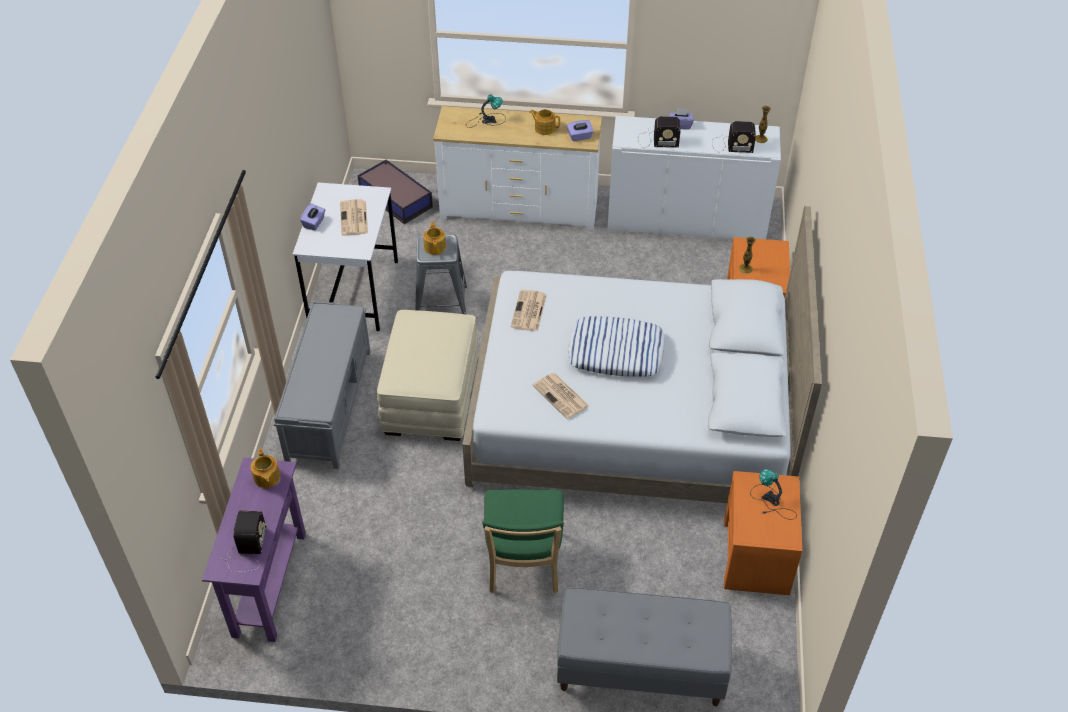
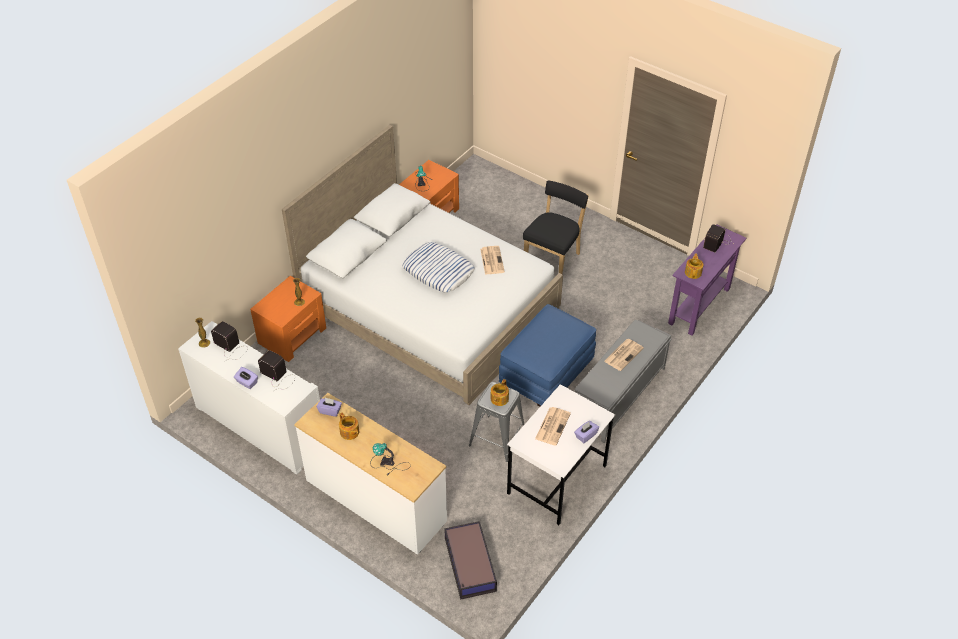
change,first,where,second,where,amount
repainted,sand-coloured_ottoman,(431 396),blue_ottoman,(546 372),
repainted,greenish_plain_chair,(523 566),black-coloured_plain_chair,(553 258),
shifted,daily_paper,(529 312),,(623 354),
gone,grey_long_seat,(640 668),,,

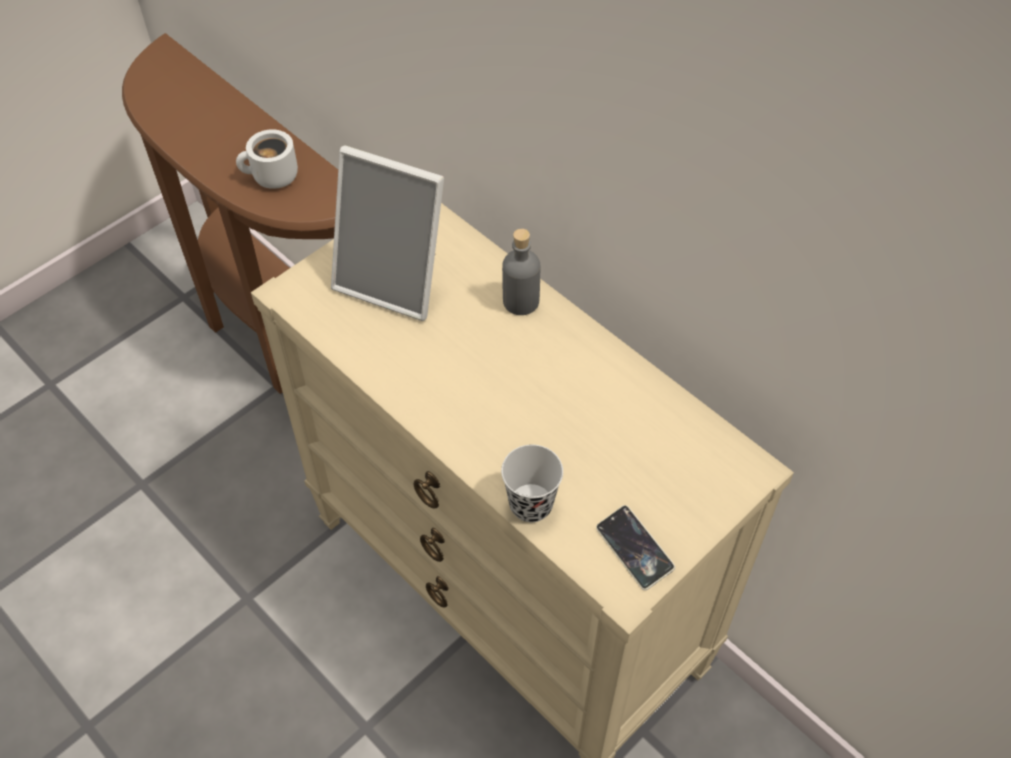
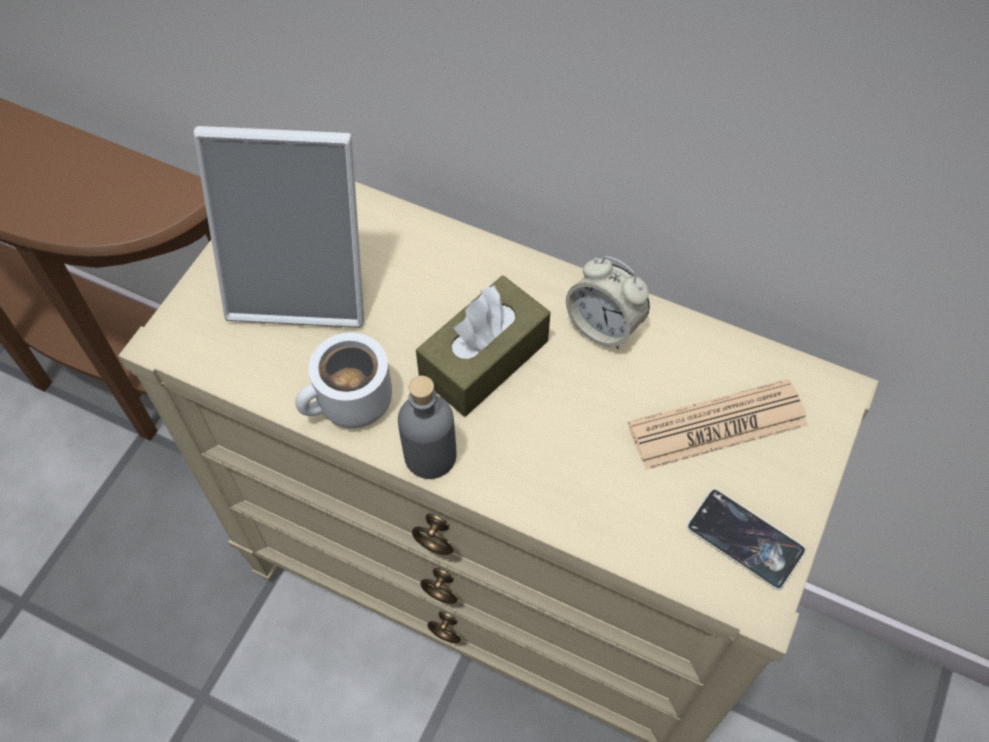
change,first,where,second,where,amount
shifted,white_mug,(271 178),,(350 406),
shifted,grey_drink_bottle,(520 301),,(430 455),
new,,,brown_tissue_box,(484 359),
new,,,table_clock,(604 326),
new,,,daily_paper,(717 425),
gone,black-coloured_small_cup,(531 504),,,

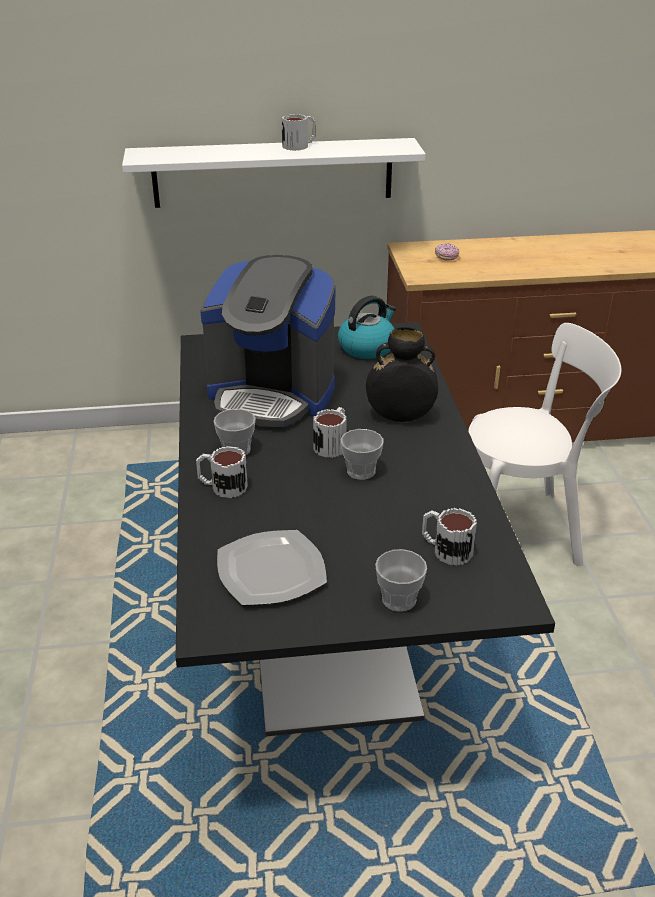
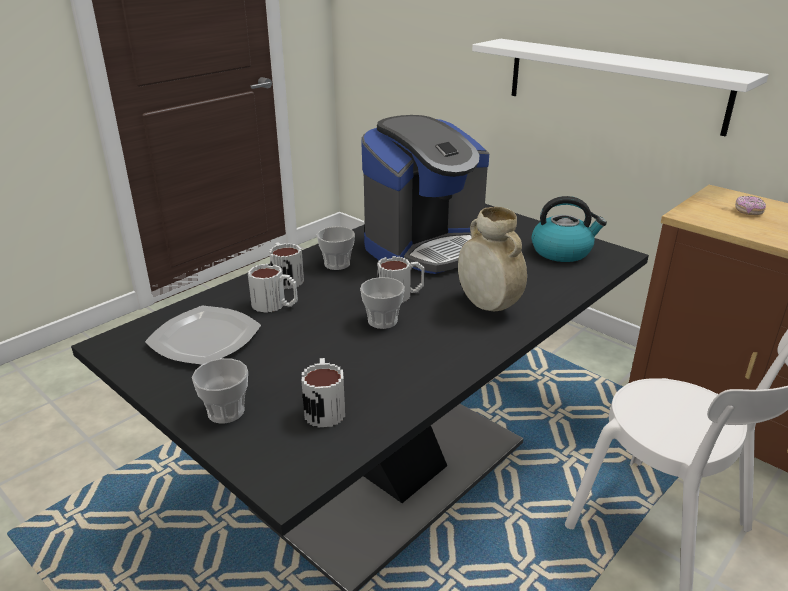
change,first,where,second,where,amount
shifted,mug,(300 145),,(275 305),
rotated,coffee_maker,(272 395),,(426 247),105 degrees counterclockwise
repainted,black-coloured_flower_vase,(400 417),sand-coloured_flower_vase,(487 305),

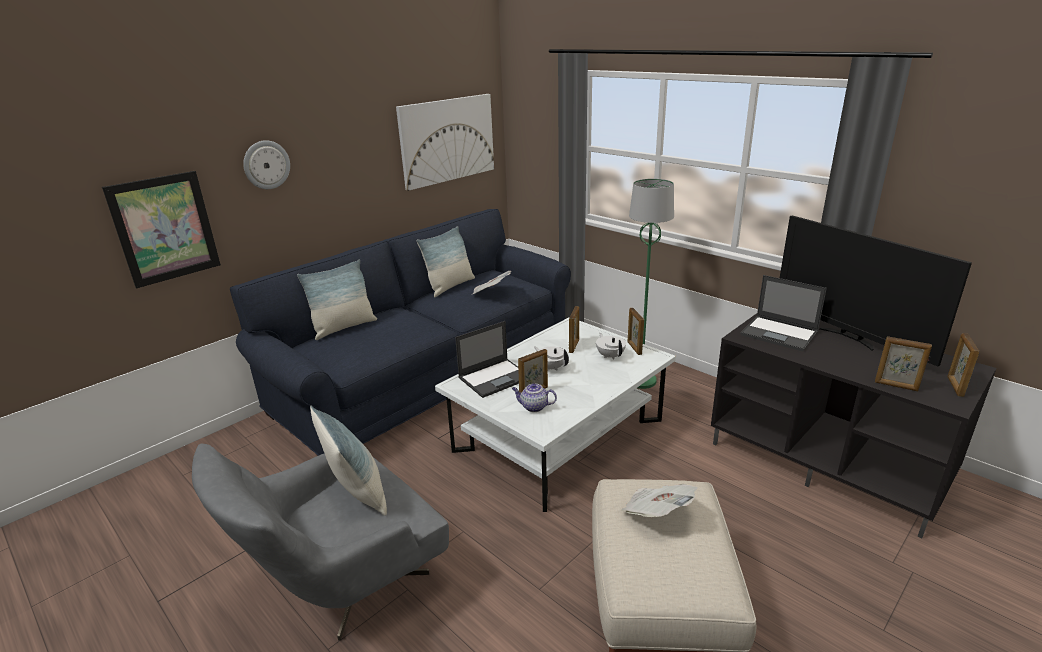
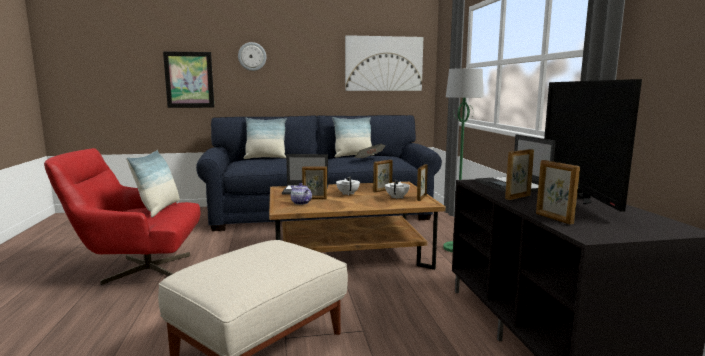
change,first,where,second,where,amount
repainted,grey_easy_chair,(344 588),red-coloured_easy_chair,(136 269),
repainted,white_lounge_table,(559 435),brown_lounge_table,(350 254),
shifted,picture_frame,(955 386),,(517 197),
gone,daily_paper,(657 513),,,

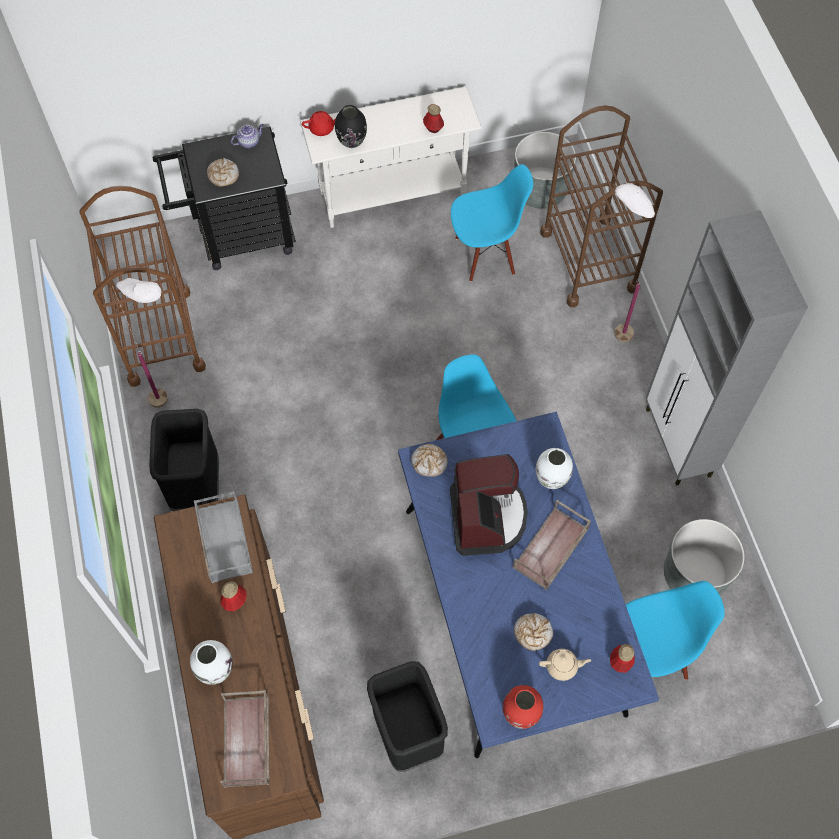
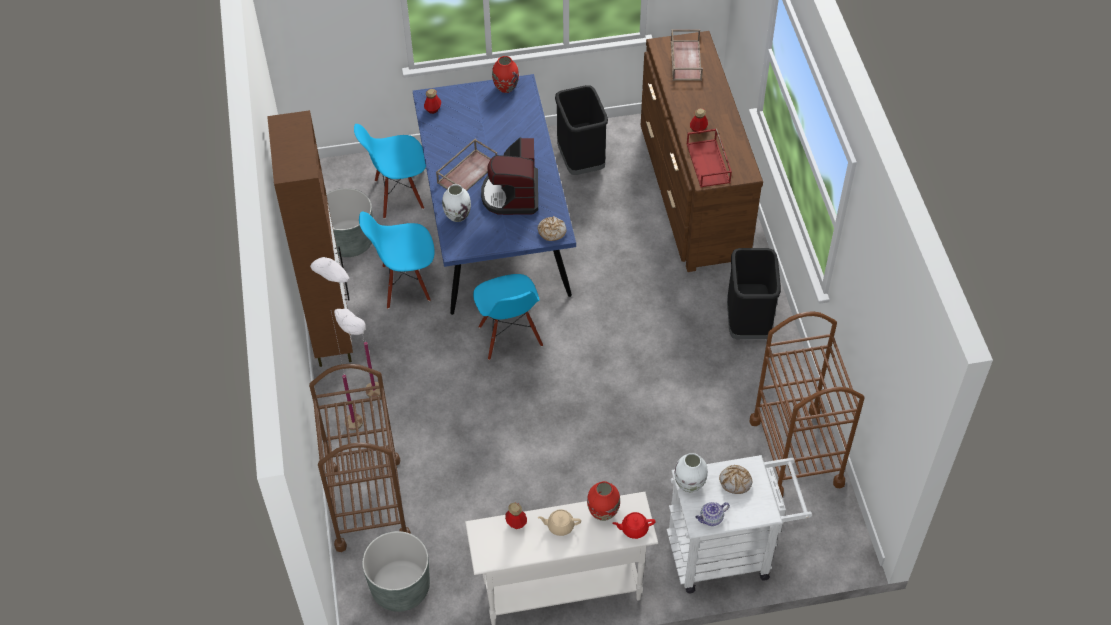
change,first,where,second,where,amount
repainted,grey_storage_cabinet,(678 444),brown_storage_cabinet,(332 332),
shifted,white_standard_lamp,(175 404),,(360 390),
shifted,blue_plain_chair,(485 254),,(405 284),
shifted,sand-coloured_teapot,(562 666),,(560 526),
repainted,black-coloured_flower_vase,(352 141),red-coloured_flower_vase,(603 512),
repainted,black-coloured_cart,(237 237),white_cart,(728 552),
shifted,white_flower_vase,(215 669),,(690 484),
repainted,grey_serving_tray,(223 540),red-coloured_serving_tray,(709 163),
gone,bakery_bread,(532 633),,,

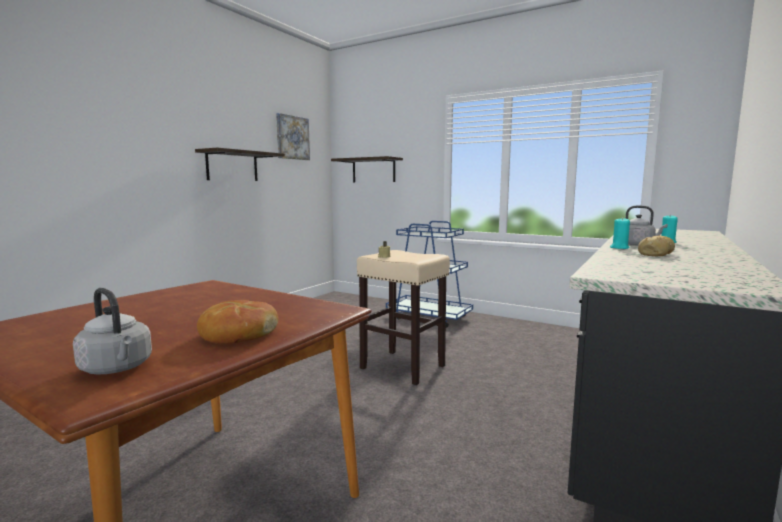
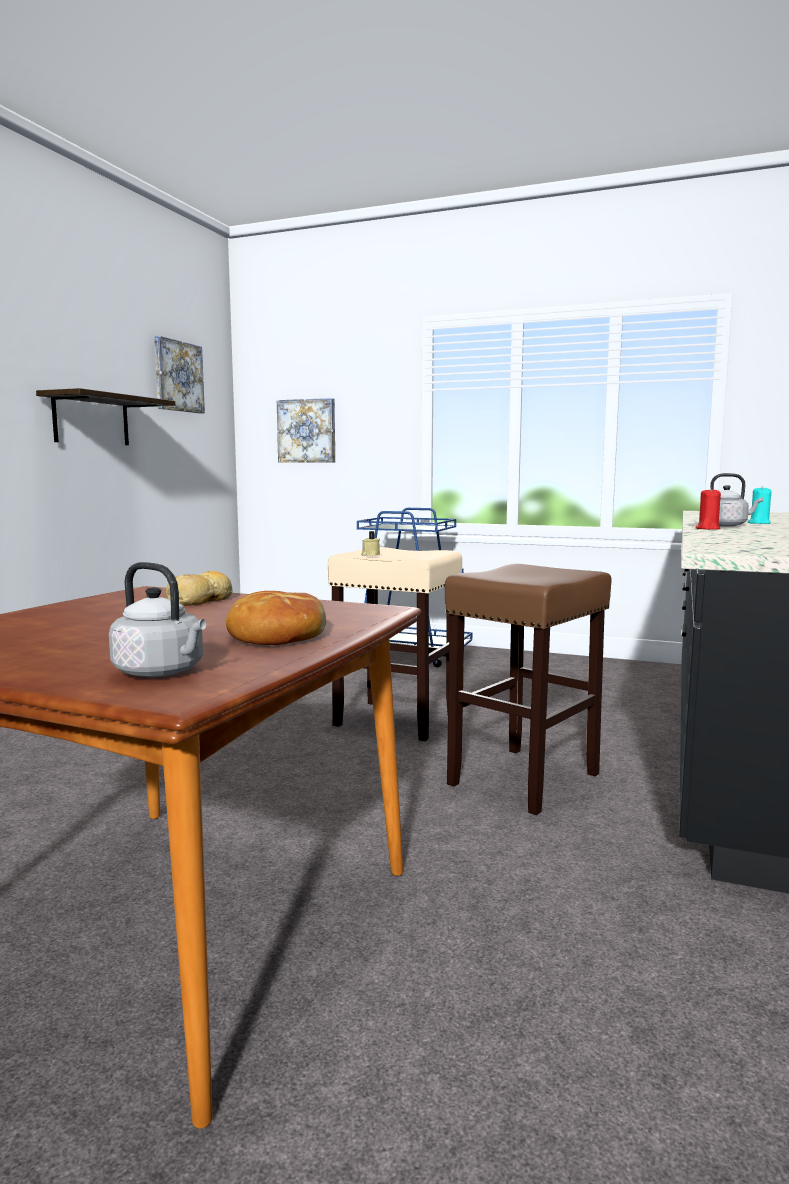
change,first,where,second,where,amount
shifted,bakery_bread,(656 253),,(202 600),
swapped,bracket_shelf,(373 170),picture,(307 431),
new,,,brown_stool_seat,(523 780),
repainted,turquoise-coloured_candle,(619 248),red-coloured_candle,(707 529),

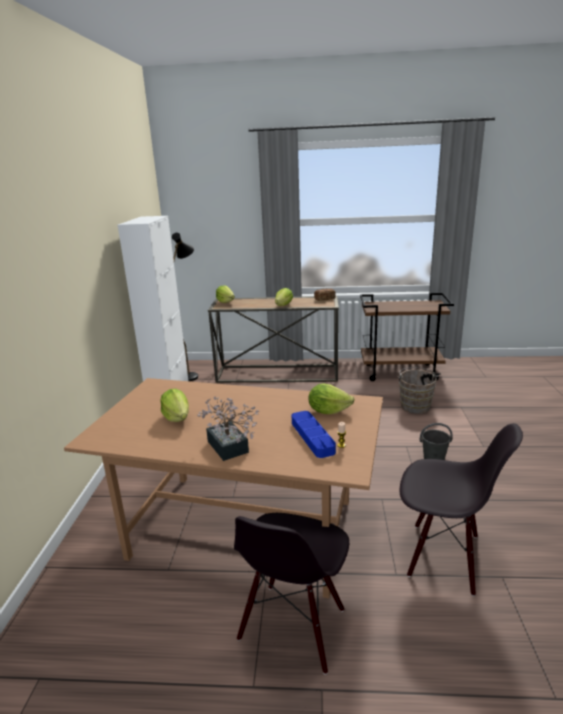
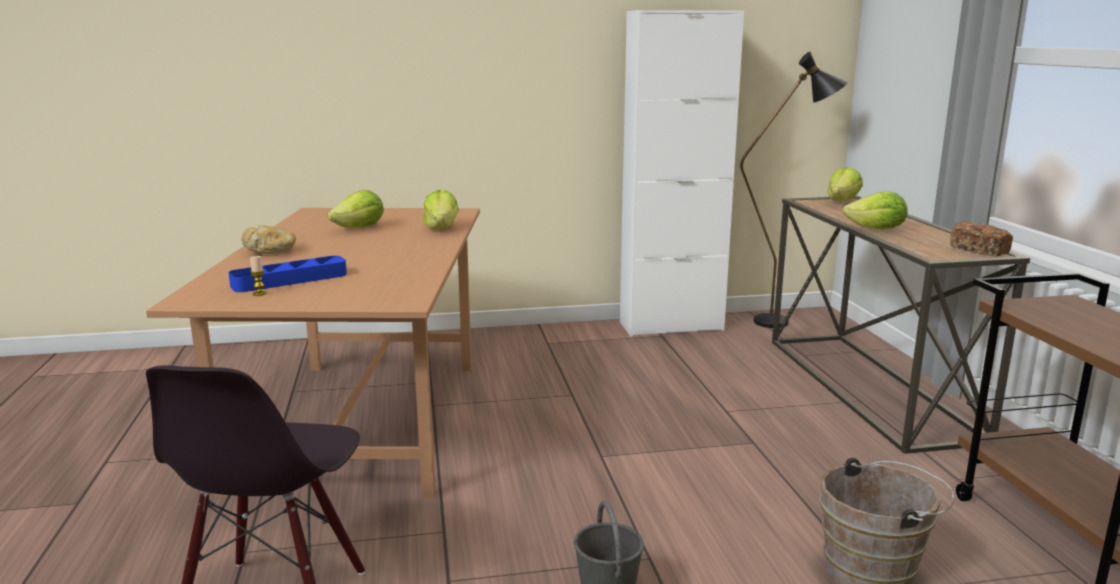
change,first,where,second,where,amount
swapped,houseplant,(229 449),bakery_bread,(271 252),
shifted,lettuce,(328 411),,(441 228),
gone,black-coloured_plain_chair,(293 626),,,

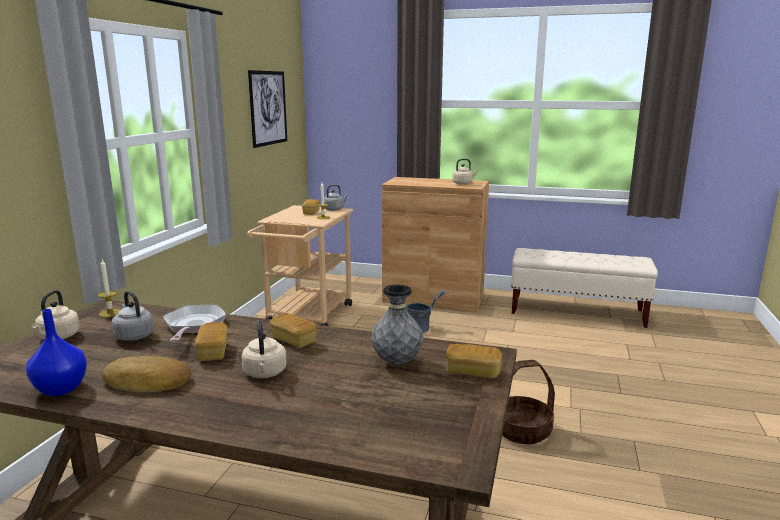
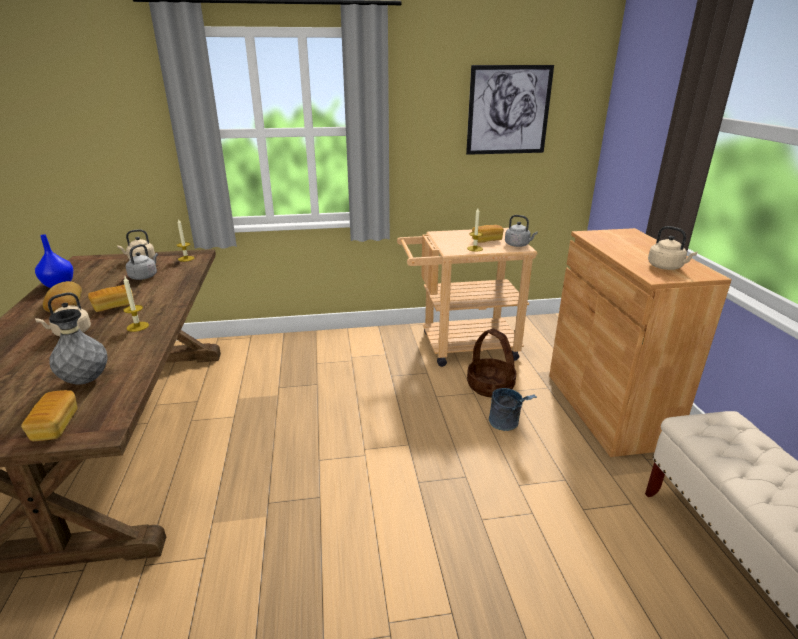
change,first,where,second,where,amount
swapped,bakery_bread,(293 340),candle,(137 326),
shifted,household_basket,(522 430),,(490 386),
gone,skillet,(193 326),,,

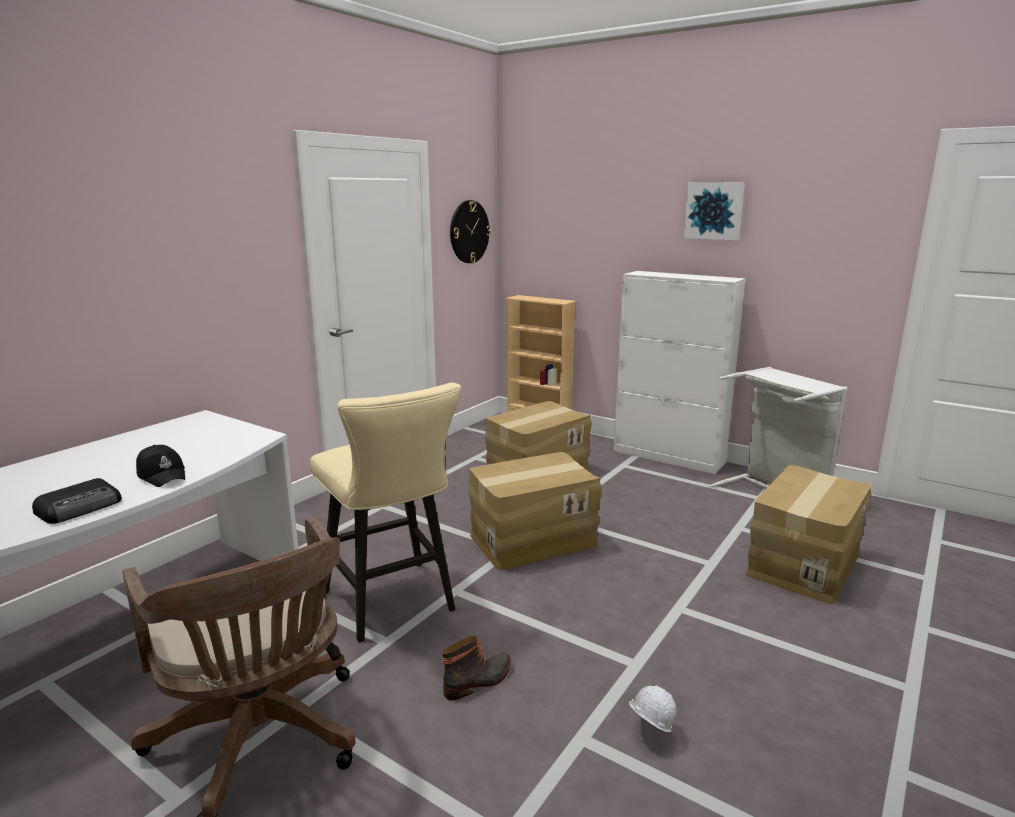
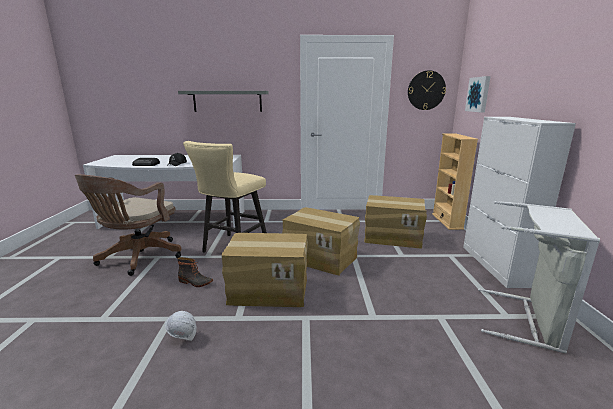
change,first,where,second,where,amount
new,,,grey_bracket_shelf,(227 101),
shifted,carton,(802 563),,(269 290),
shifted,picture,(714 211),,(478 94),

